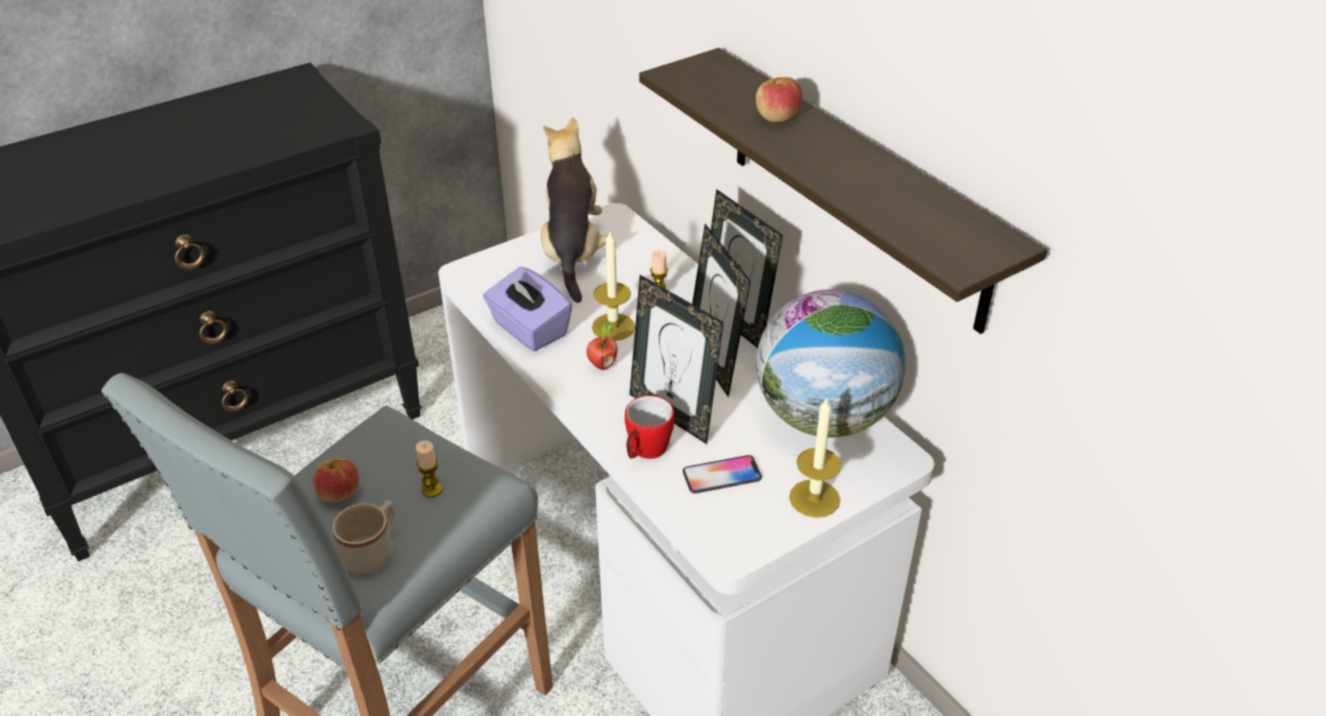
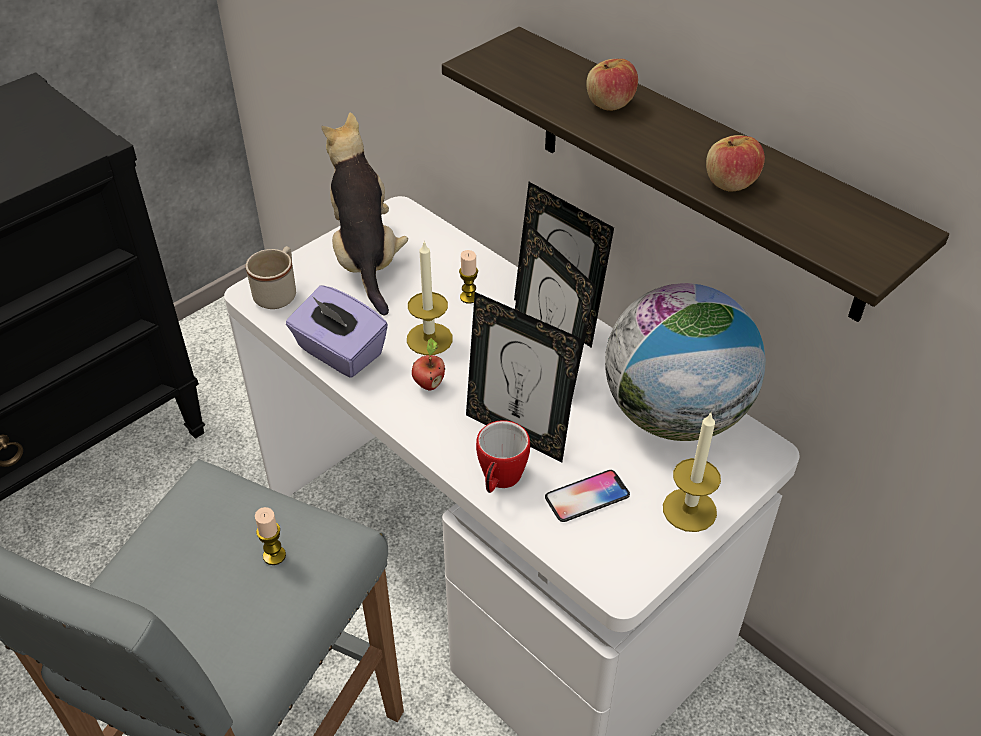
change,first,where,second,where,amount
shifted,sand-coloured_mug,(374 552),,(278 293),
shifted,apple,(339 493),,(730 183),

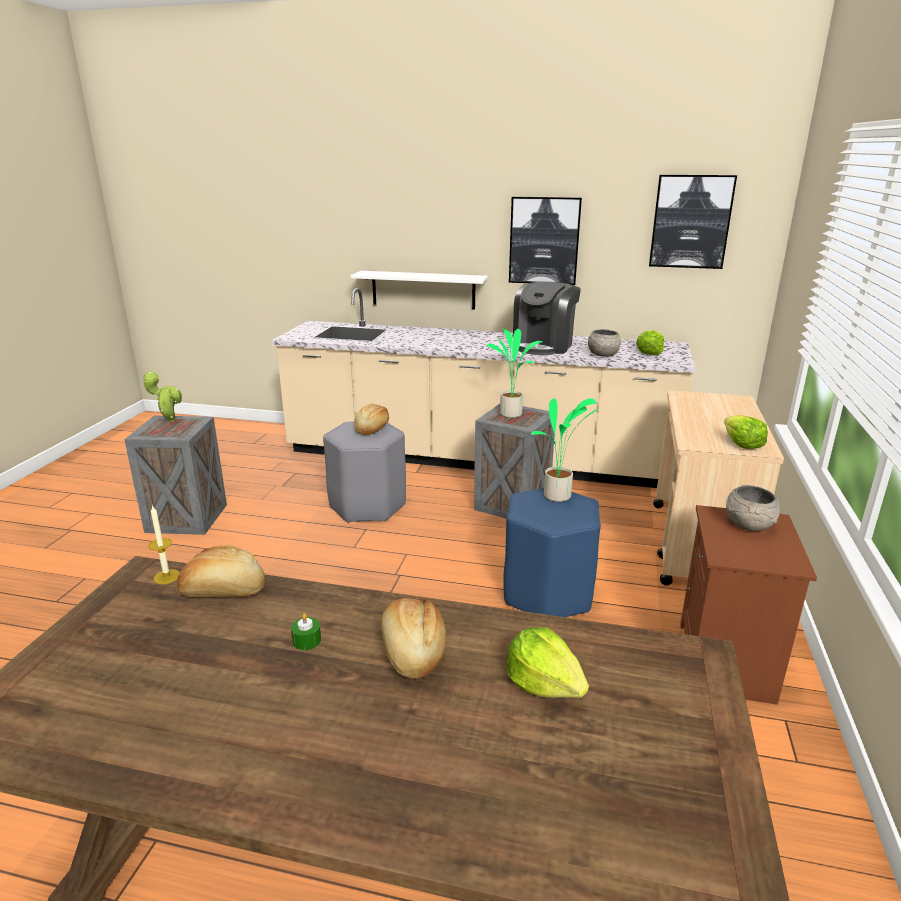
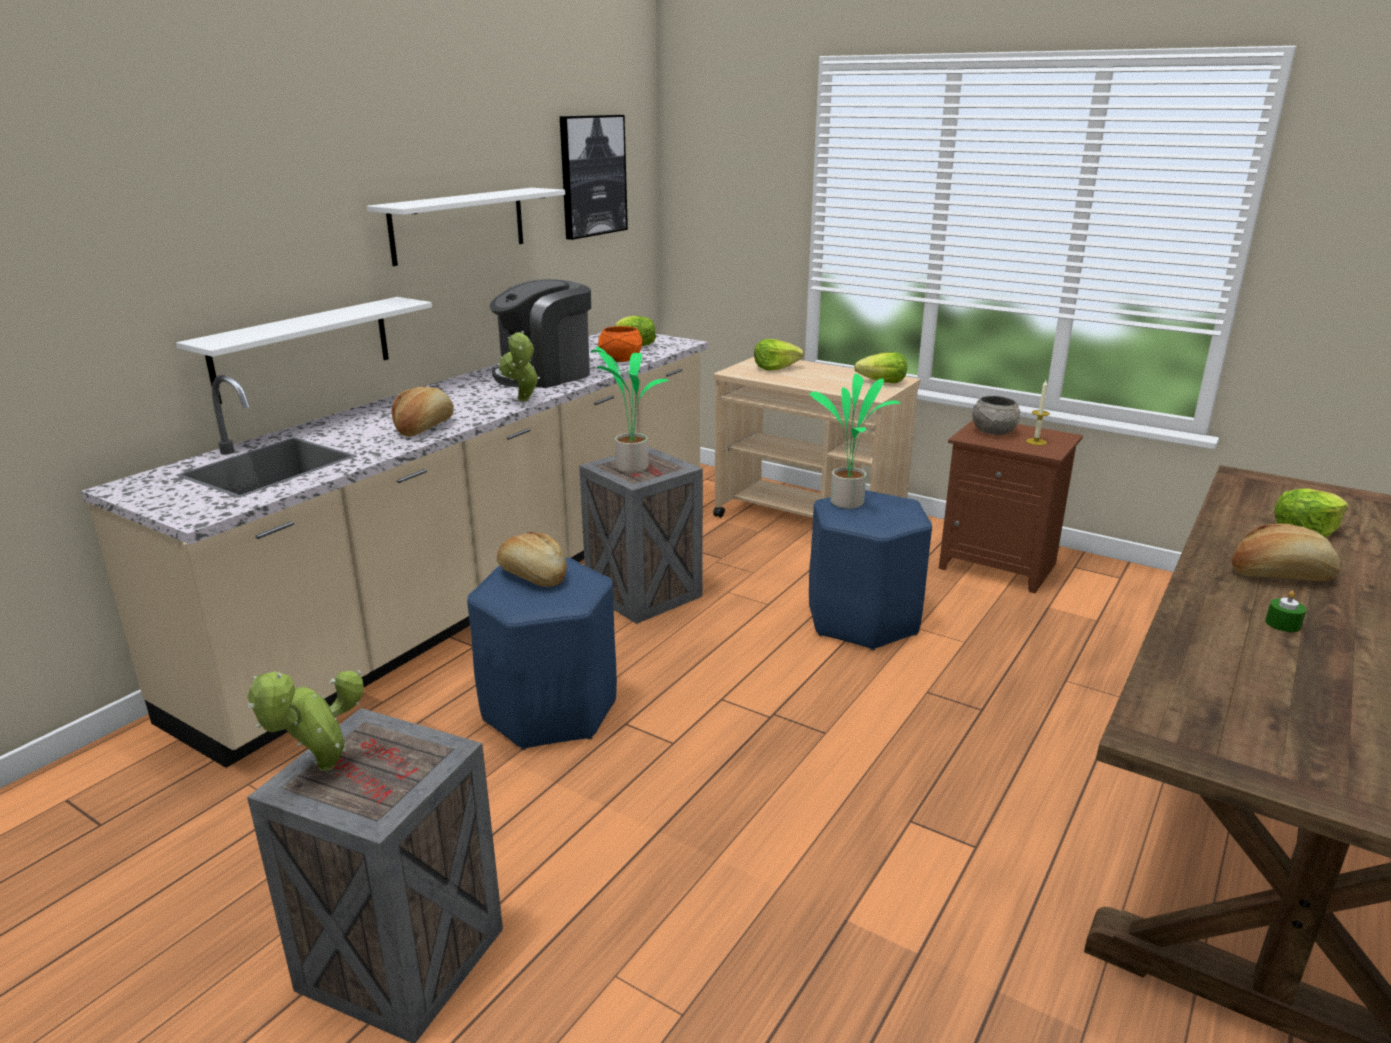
change,first,where,second,where,amount
swapped,picture,(544 241),white_bracket_shelf,(459 225),
shifted,bakery_bread,(223 591),,(424 427),
repainted,grey_stool_seat,(368 506),blue_stool_seat,(549 710),
rotated,coffee_maker,(544 346),,(544 375),90 degrees clockwise
new,,,houseplant,(523 401),
repainted,grey_bowl,(602 355),orange-coloured_bowl,(620 360),
new,,,lettuce,(775 368),
shifted,candle,(167 576),,(1036 442),

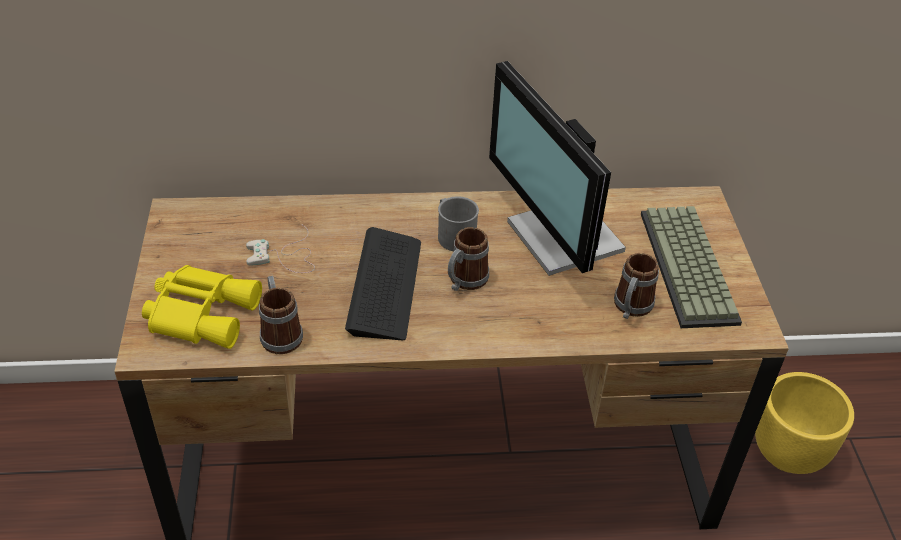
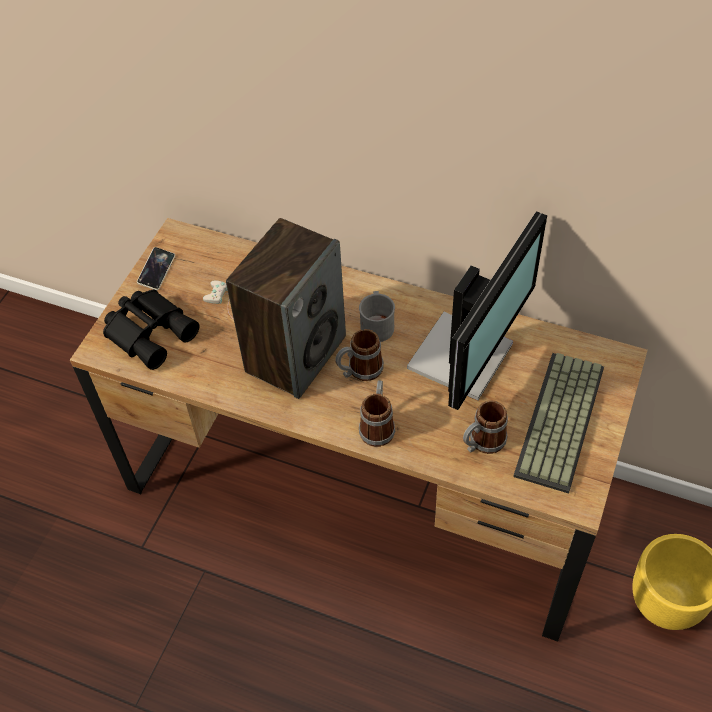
change,first,where,second,where,amount
repainted,yellow_field_glasses,(202 312),black-coloured_field_glasses,(151 331),
new,,,telephone,(157 271),
swapped,PC_keyboard,(385 286),audio_speaker,(295 353),
shifted,mug,(280 332),,(378 425),
rotated,computer_screen,(561 239),,(465 357),150 degrees counterclockwise

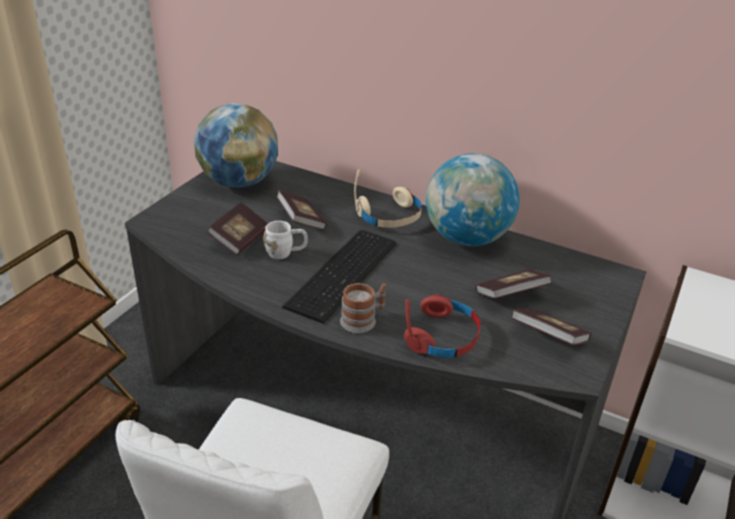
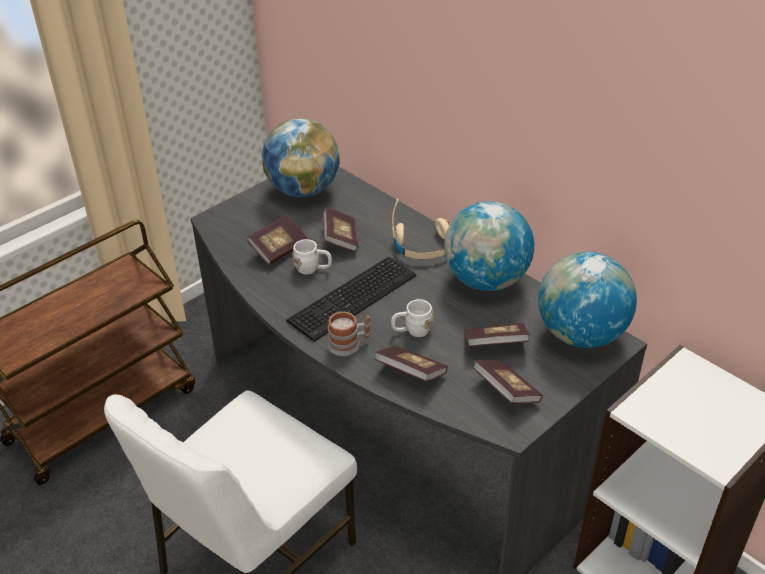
change,first,where,second,where,amount
swapped,red-coloured_pair_of_headphones,(443 337),volume,(410 373),
new,,,white_mug,(412 331),
new,,,globe,(580 334),

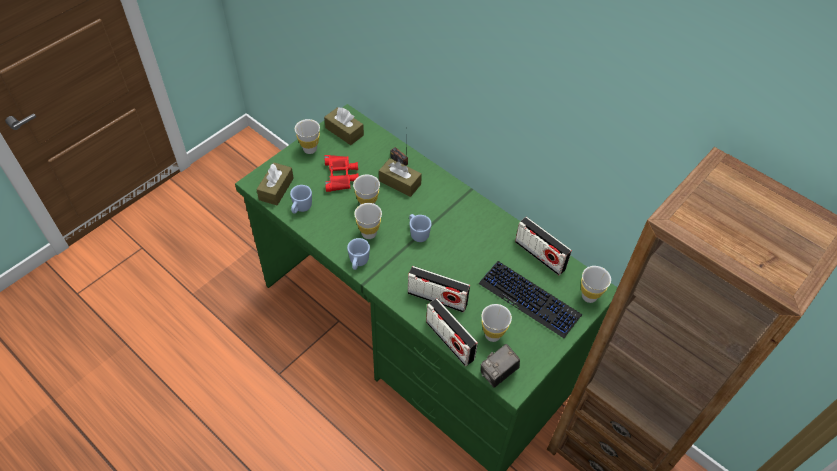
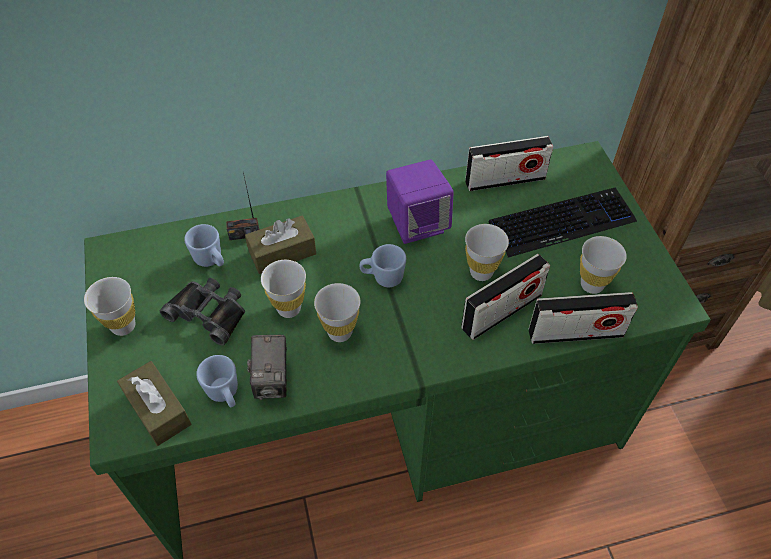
change,first,where,second,where,amount
repainted,red-coloured_field_glasses,(341 175),black-coloured_field_glasses,(209 312),
shifted,blue_mug,(358 263),,(211 261),
shifted,still_camera,(498 374),,(272 380),
new,,,purple_audio_speaker,(417 224),
shifted,white_small_cup,(589 296),,(481 272),
gone,brown_tissue_box,(344 131),,,

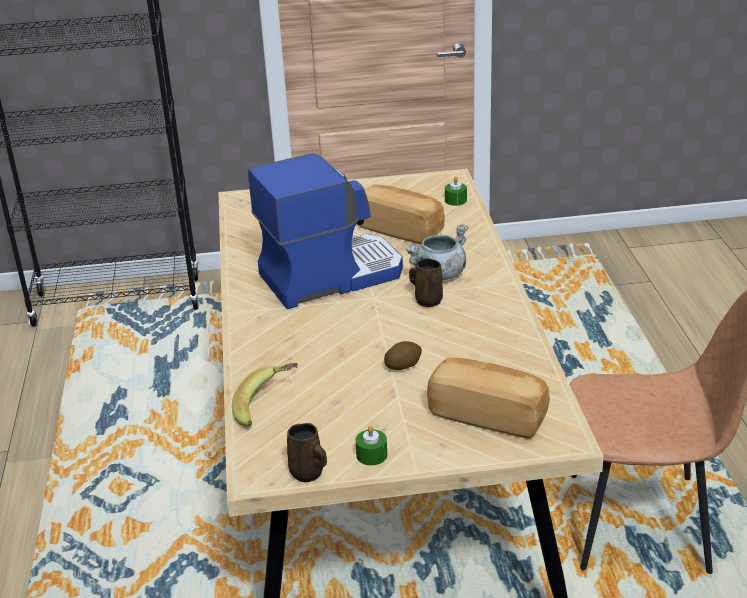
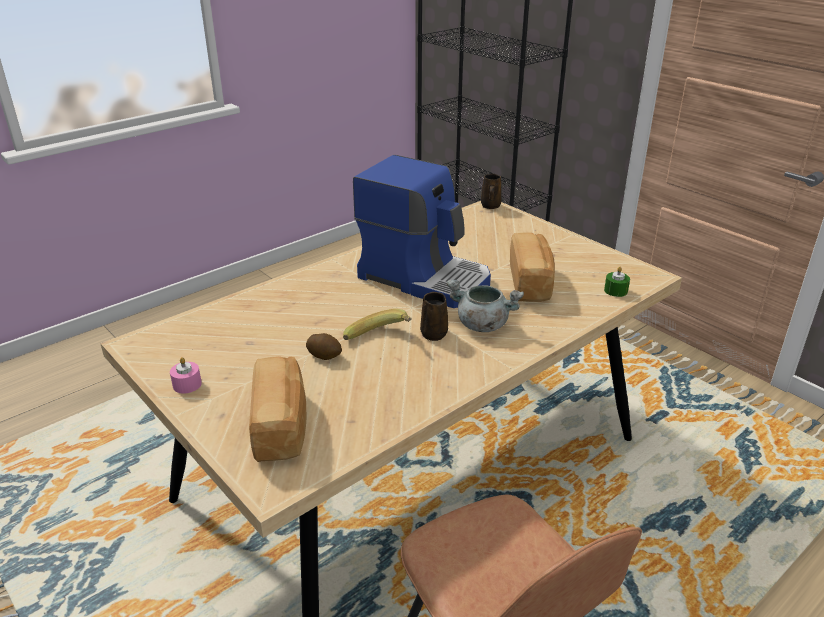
change,first,where,second,where,amount
repainted,greenish_candle,(371 455),pink_candle,(187 384),
shifted,banana,(267 407),,(380 340),
shifted,brown_mug,(308 474),,(490 206),

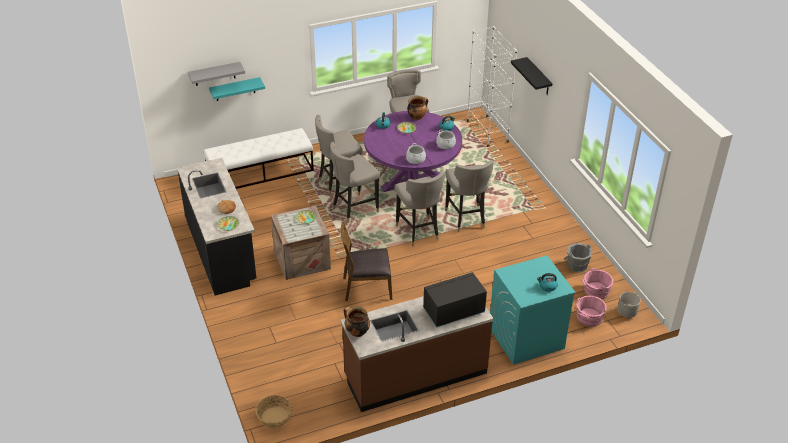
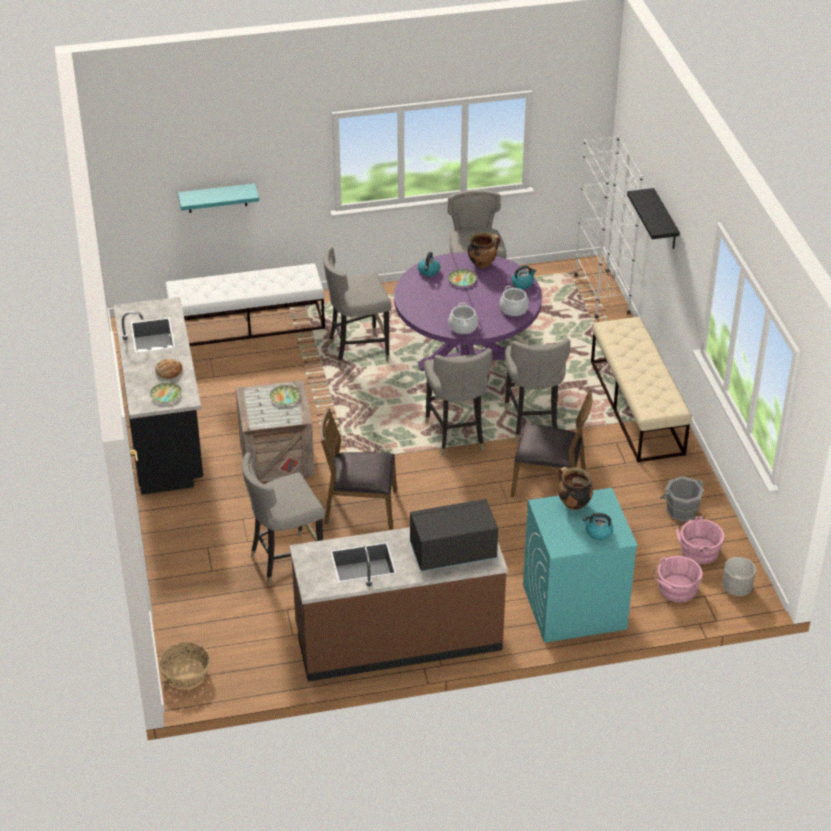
change,first,where,second,where,amount
shifted,grey_stool_seat,(354 209),,(285 561),
new,,,brown_plain_chair,(549 483),
shifted,saucepot,(356 332),,(573 504),
new,,,sand-coloured_long_seat,(637 407),
gone,grey_bracket_shelf,(214 74),,,

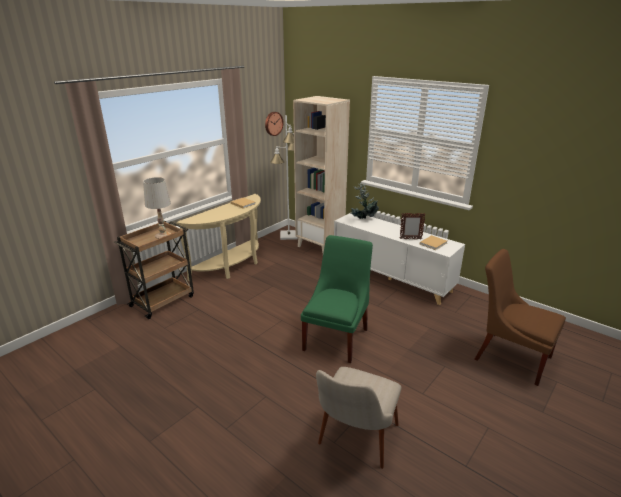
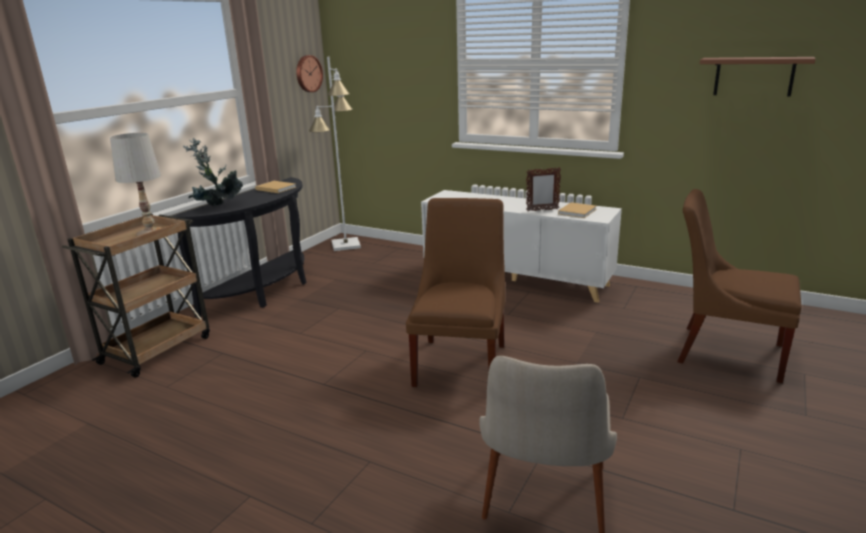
change,first,where,second,where,amount
repainted,sand-coloured_console_table,(232 266),black-coloured_console_table,(267 291),
shifted,houseplant,(363 220),,(217 207),
repainted,greenish_plain_chair,(337 337),brown_plain_chair,(461 361),
new,,,brown_bracket_shelf,(753 76),
gone,sand-coloured_bookshelf,(320 246),,,

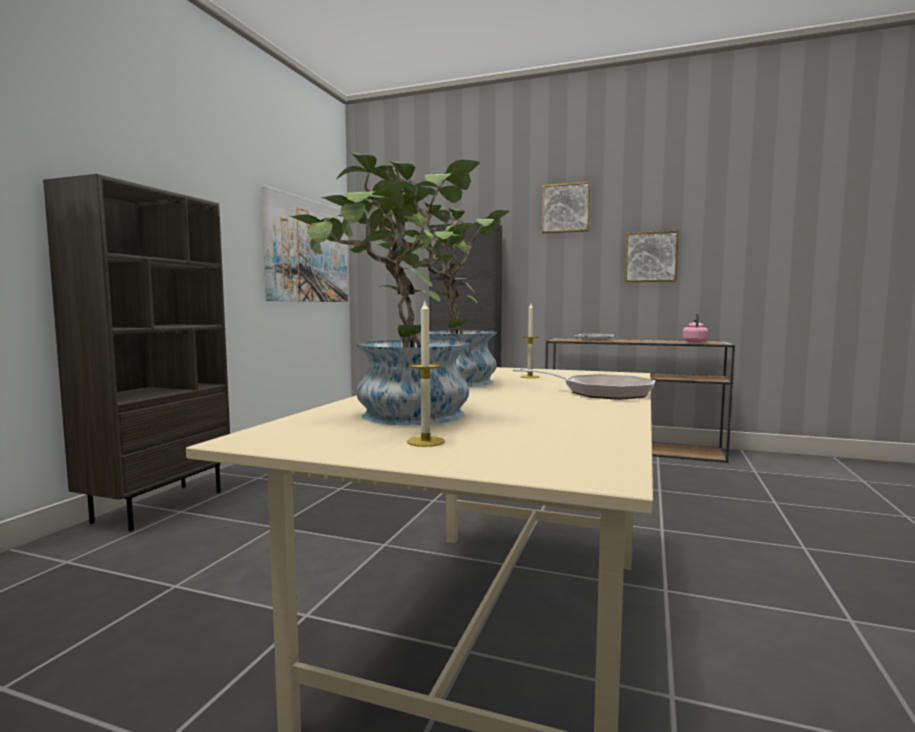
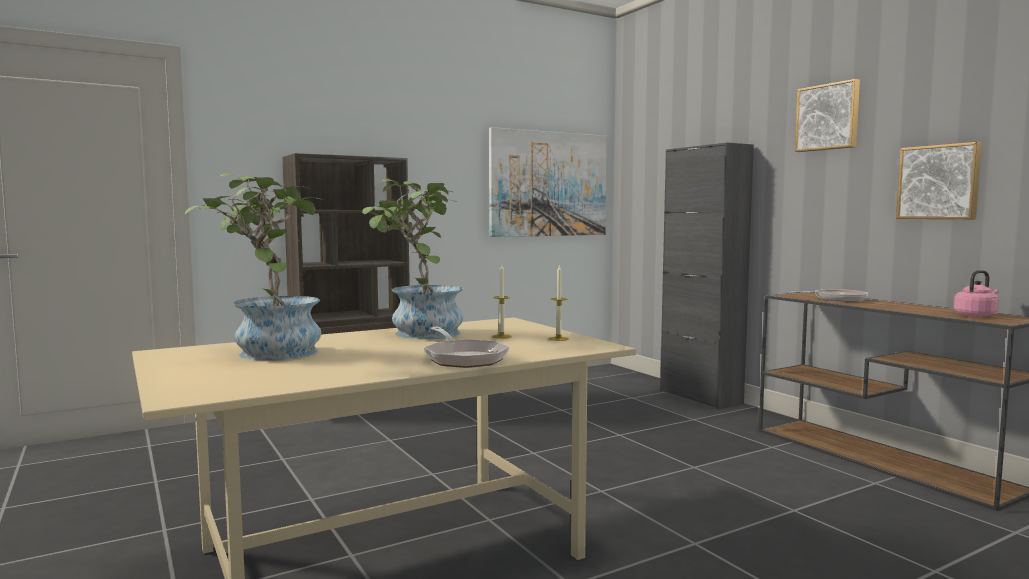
change,first,where,second,where,amount
shifted,candle,(425 441),,(558 339),

